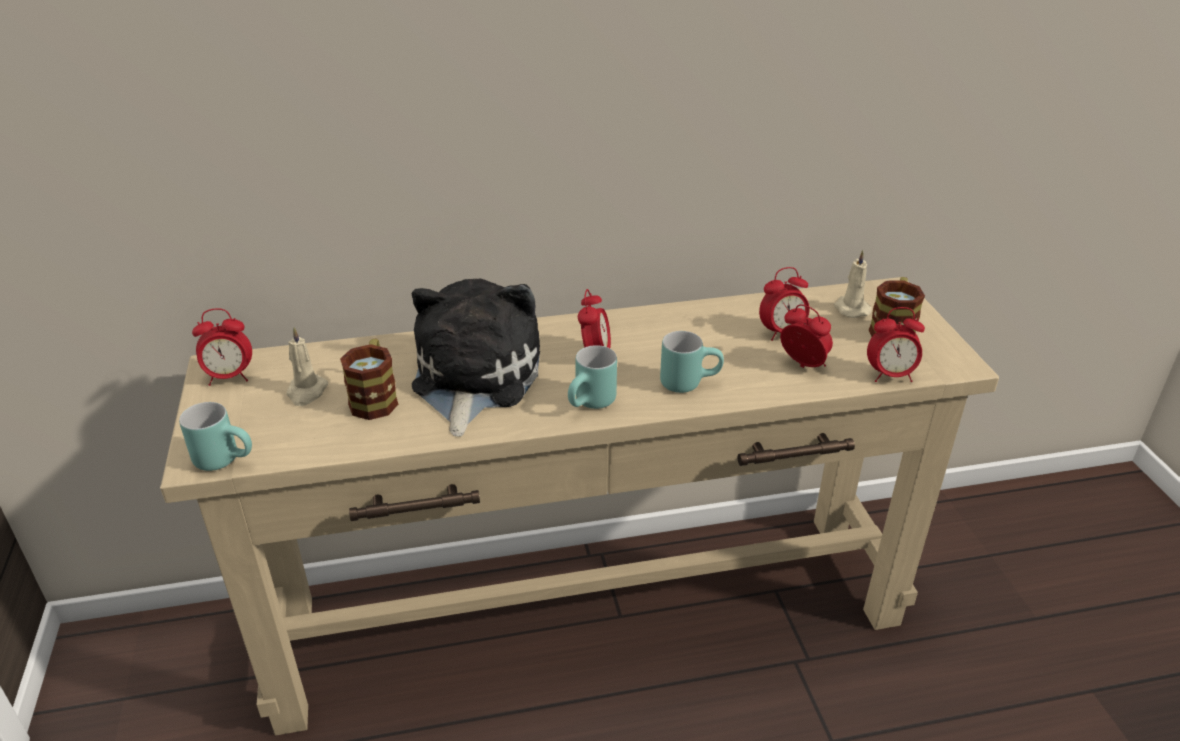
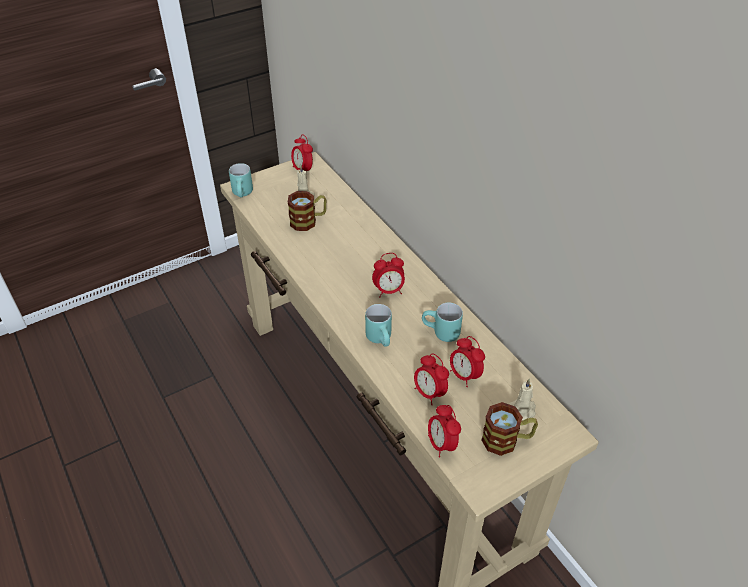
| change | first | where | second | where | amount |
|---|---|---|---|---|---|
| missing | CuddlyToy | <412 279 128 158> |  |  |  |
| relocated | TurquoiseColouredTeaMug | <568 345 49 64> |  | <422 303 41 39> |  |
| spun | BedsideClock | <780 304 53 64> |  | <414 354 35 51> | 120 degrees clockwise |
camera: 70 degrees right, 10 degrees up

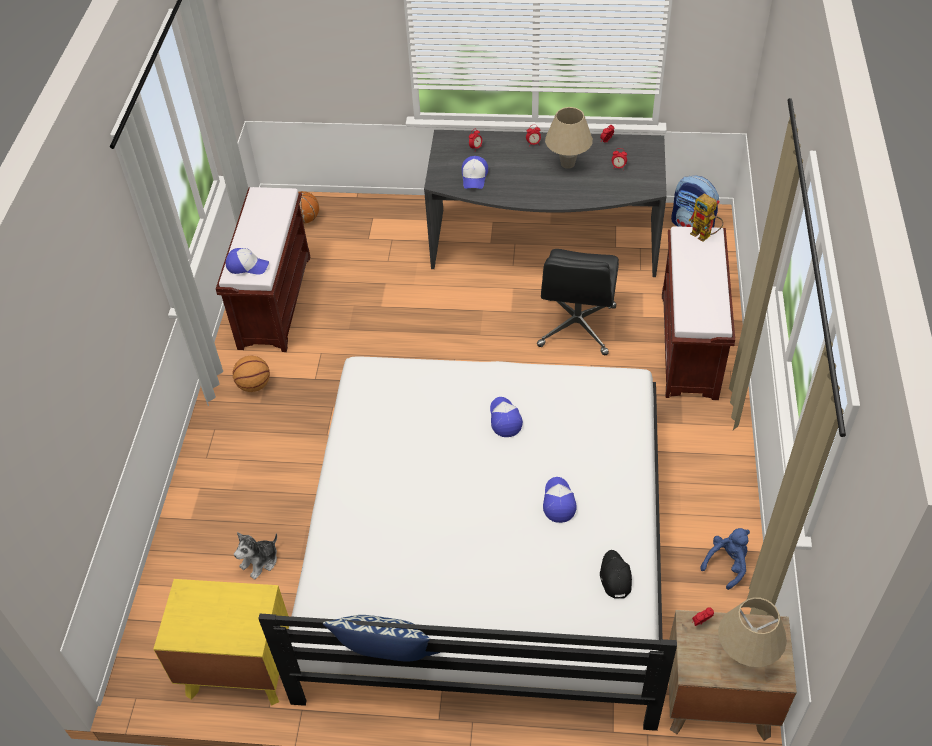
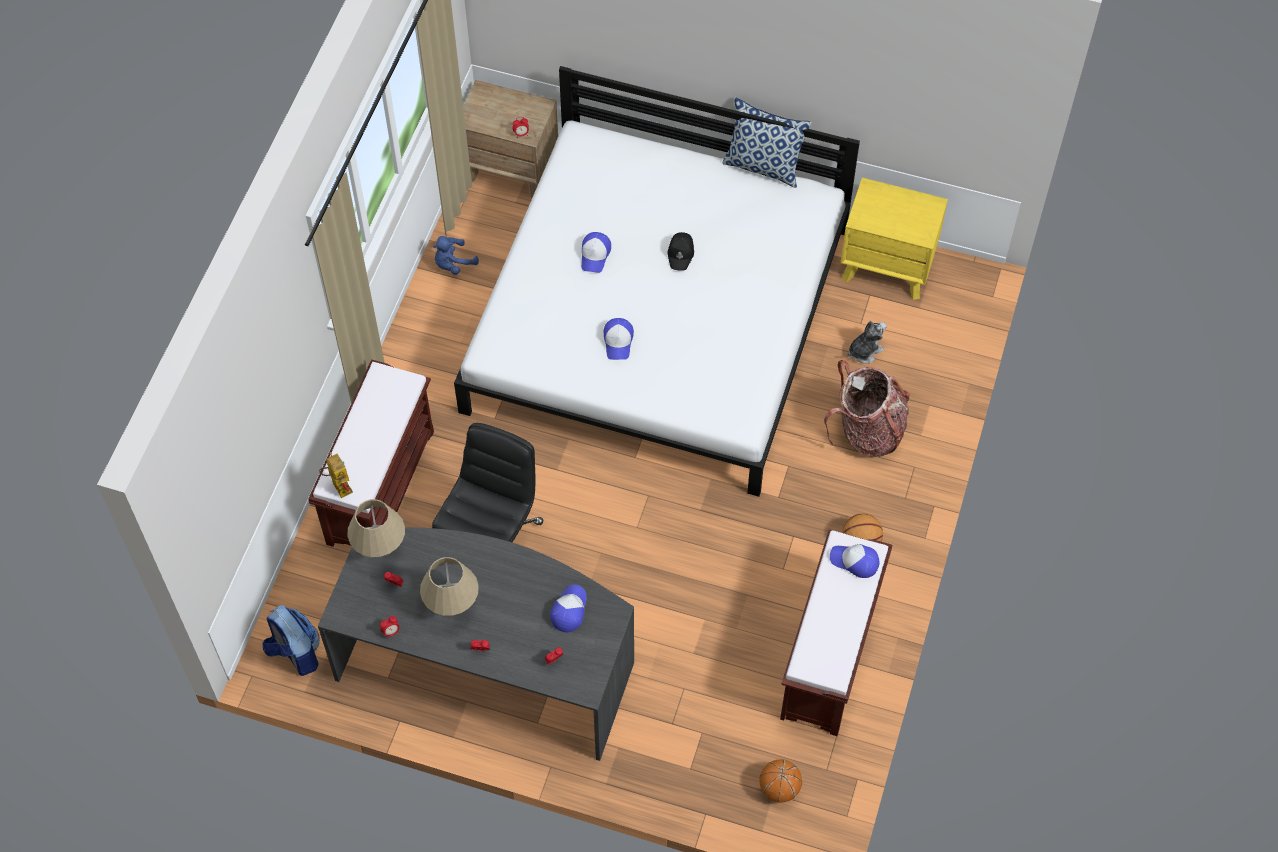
| change | first | where | second | where | amount |
|---|---|---|---|---|---|
| relocated | BlackCap | <600 550 32 49> |  | <667 232 27 39> |  |
| relocated | SandColouredTableLamp | <718 597 69 70> |  | <347 499 58 58> |  |
| appeared |  |  | Rucksack | <824 360 86 97> |  |
camera: 170 degrees left, 10 degrees up

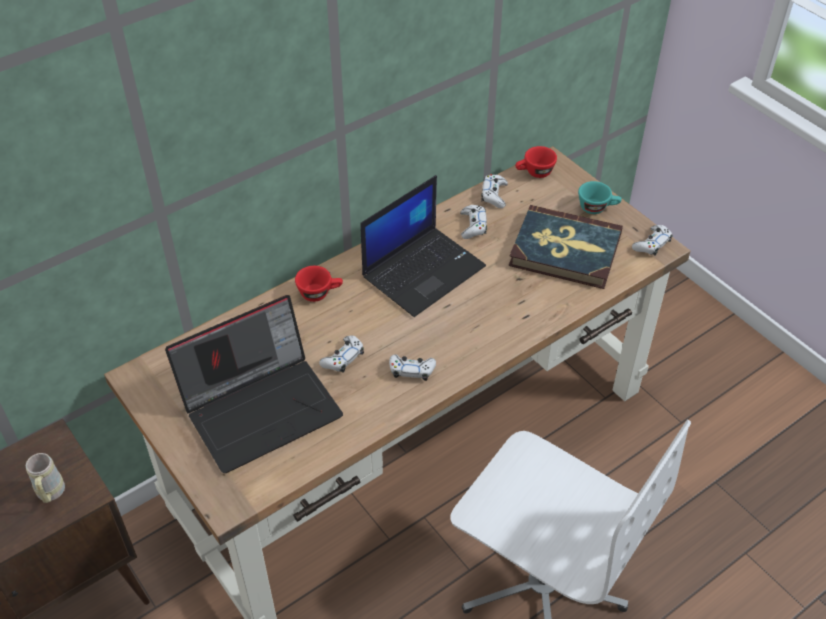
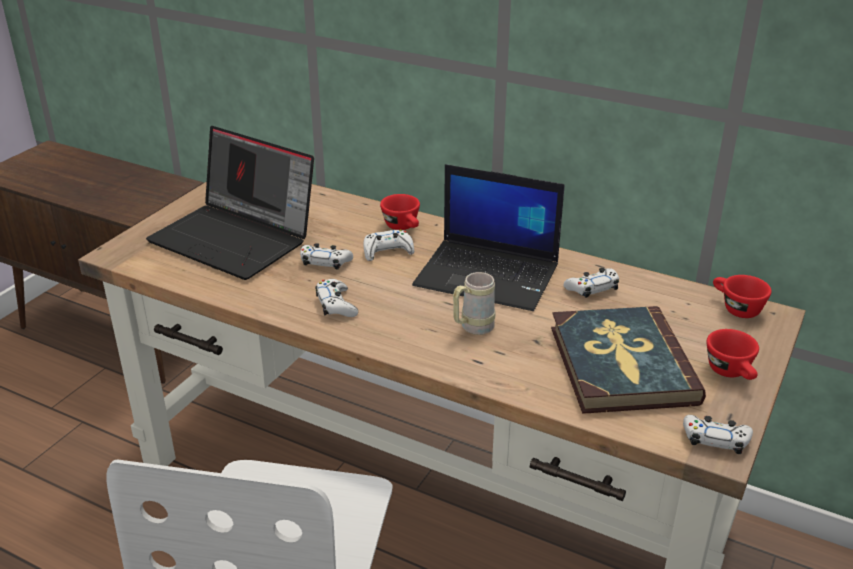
| change | first | where | second | where | amount |
|---|---|---|---|---|---|
| relocated | SandColouredTeaMug | <26 453 39 50> |  | <453 272 42 63> |  |
| relocated | WhitishJoypad | <481 174 27 34> |  | <363 229 51 32> |  |
| colour | TurquoiseColouredCup | <578 181 44 33> | ReddishCup | <707 329 52 51> |  |
camera: 65 degrees right, 15 degrees down

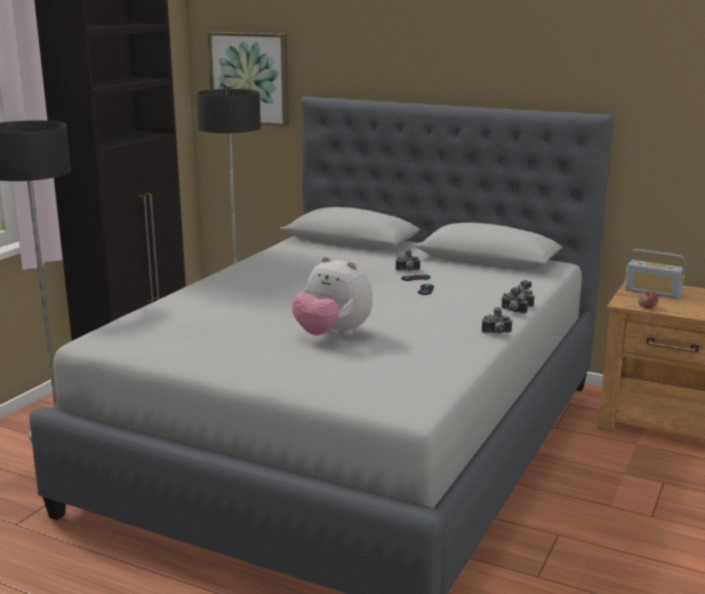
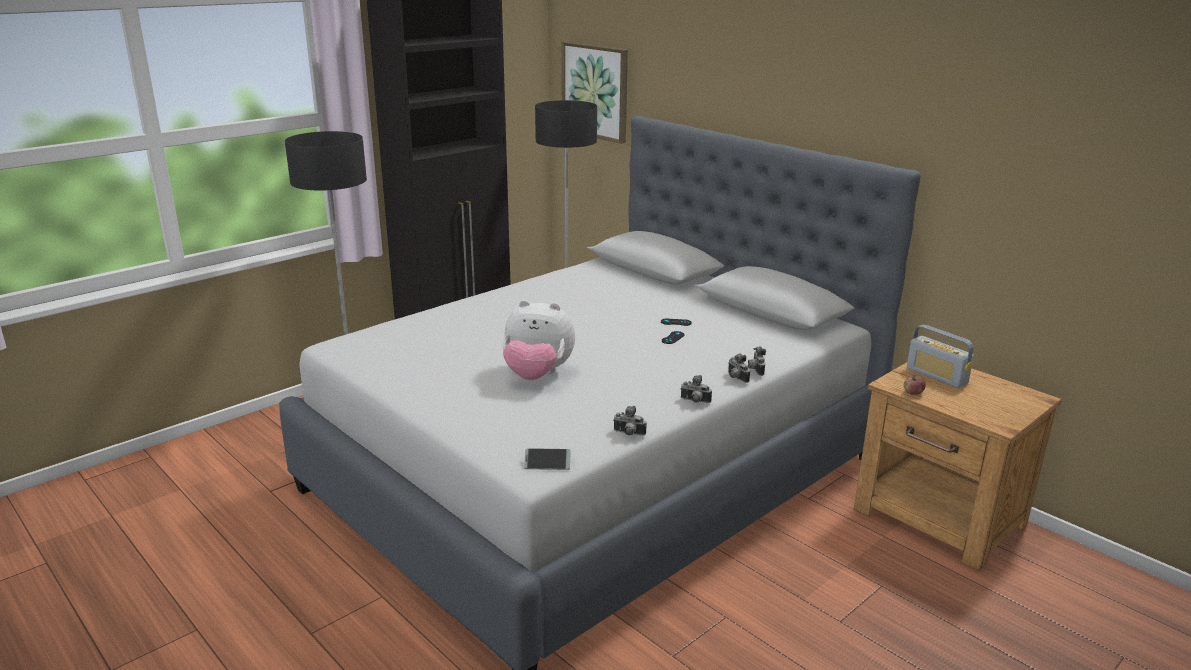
| change | first | where | second | where | amount |
|---|---|---|---|---|---|
| spun | CuddlyToy | <292 256 81 80> |  | <502 300 73 80> | 45 degrees counterclockwise |
| relocated | StillCamera | <396 249 25 22> |  | <614 406 33 30> |  |
| appeared |  |  | Telephone | <524 448 47 22> |  |
camera: 20 degrees right, 5 degrees up

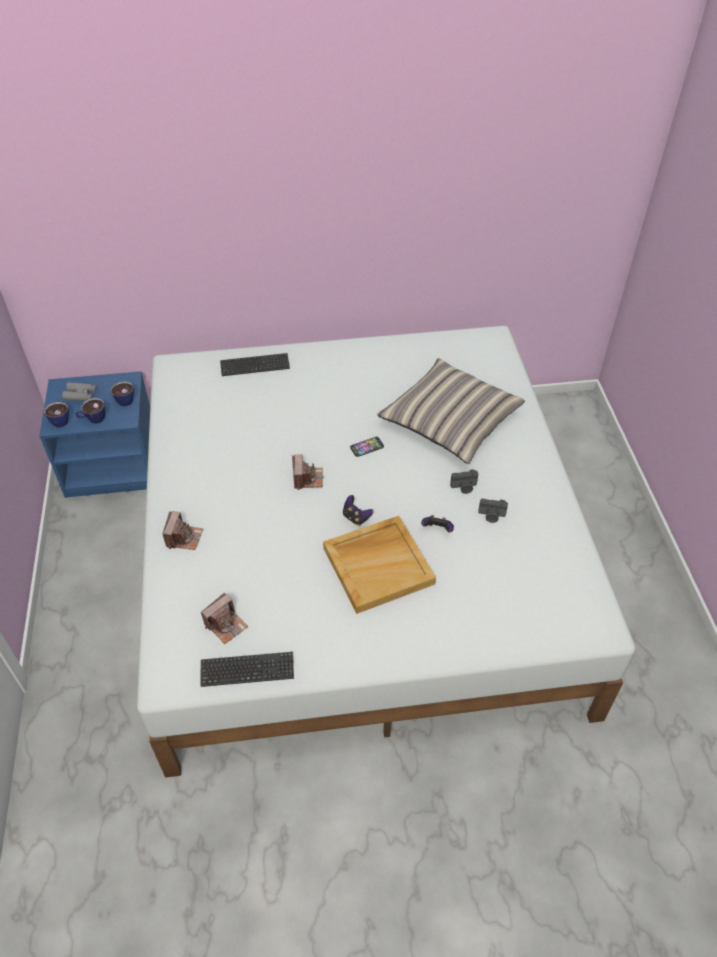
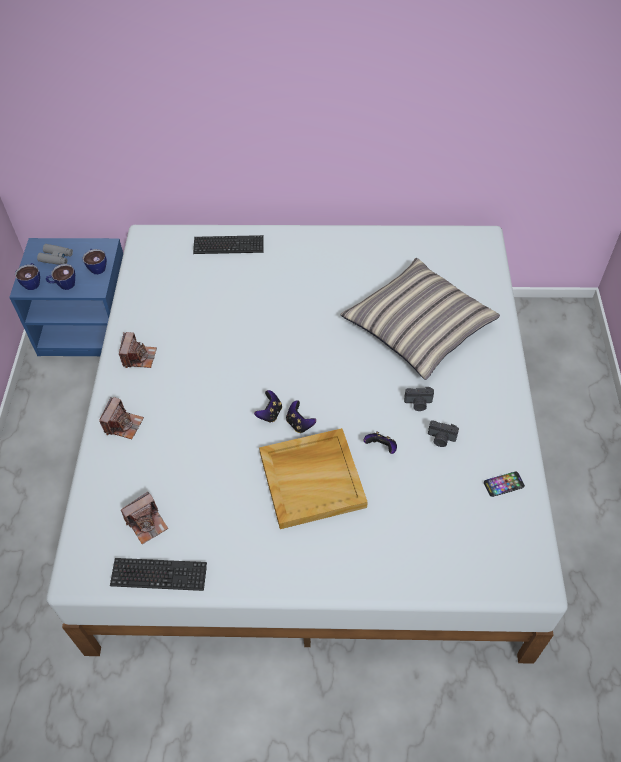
| change | first | where | second | where | amount |
|---|---|---|---|---|---|
| relocated | StillCamera | <292 454 31 36> |  | <119 332 38 36> |  |
| relocated | Telephone | <350 437 34 20> |  | <484 471 41 26> |  |
| appeared |  |  | Joypad | <254 390 28 33> |  |
camera: 10 degrees right, 5 degrees up

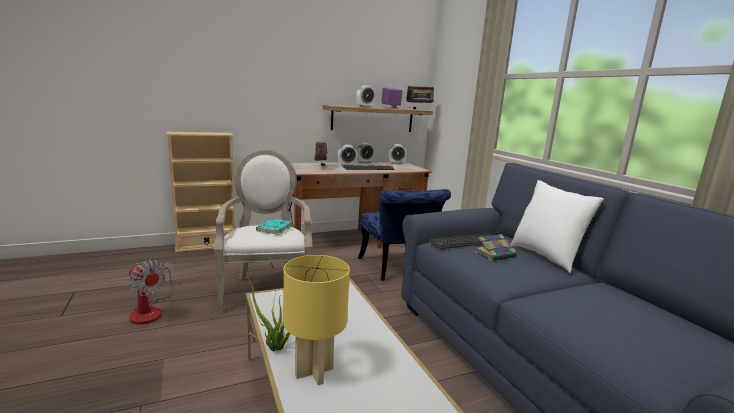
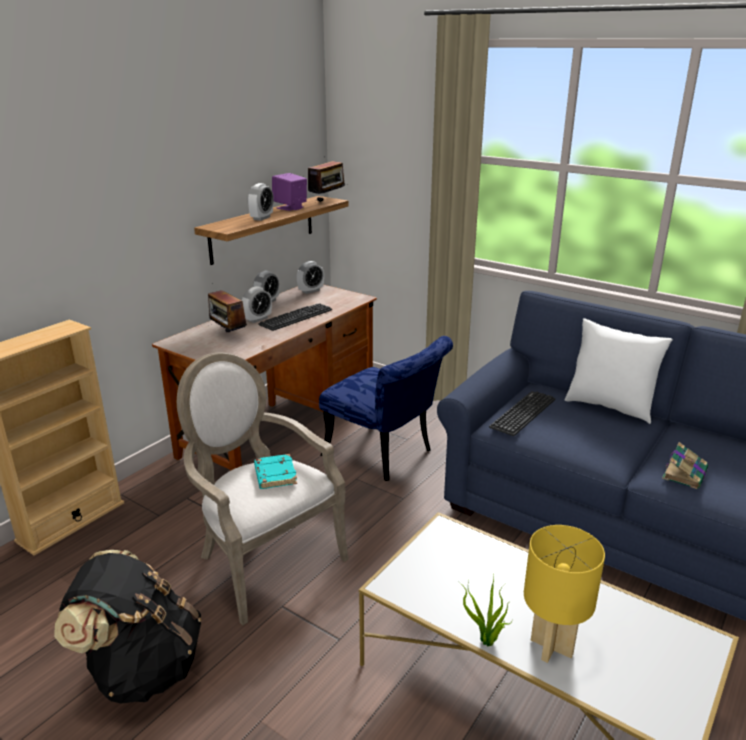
| change | first | where | second | where | amount |
|---|---|---|---|---|---|
| exchanged | CoolingFan | <129 260 45 64> | BlackRucksack | <54 550 148 154> |  |
| relocated | Volume | <475 234 42 27> |  | <662 442 46 47> |  |
camera: 30 degrees left, 10 degrees up

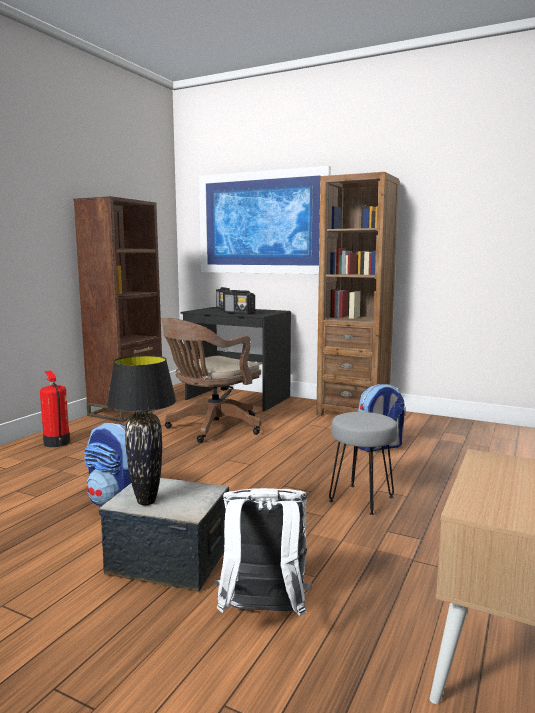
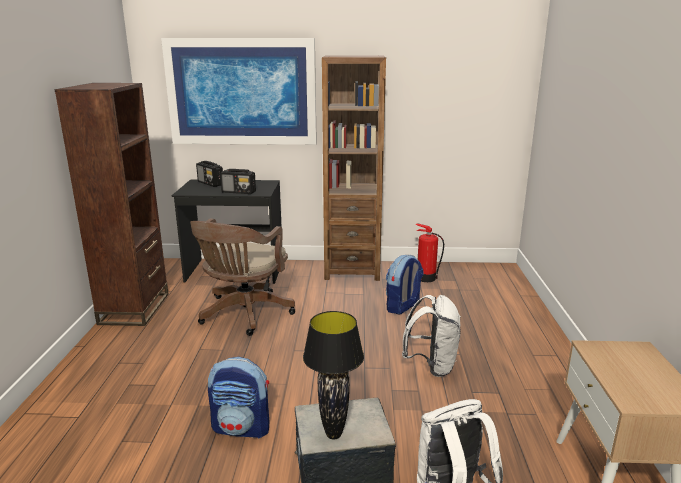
| change | first | where | second | where | amount |
|---|---|---|---|---|---|
| relocated | Extinguisher | <40 371 30 76> |  | <415 223 29 59> |  |
| exchanged | GreySittingStool | <329 412 69 103> | WhitishRucksack | <402 295 59 82> |  |
camera: 25 degrees left, 10 degrees up

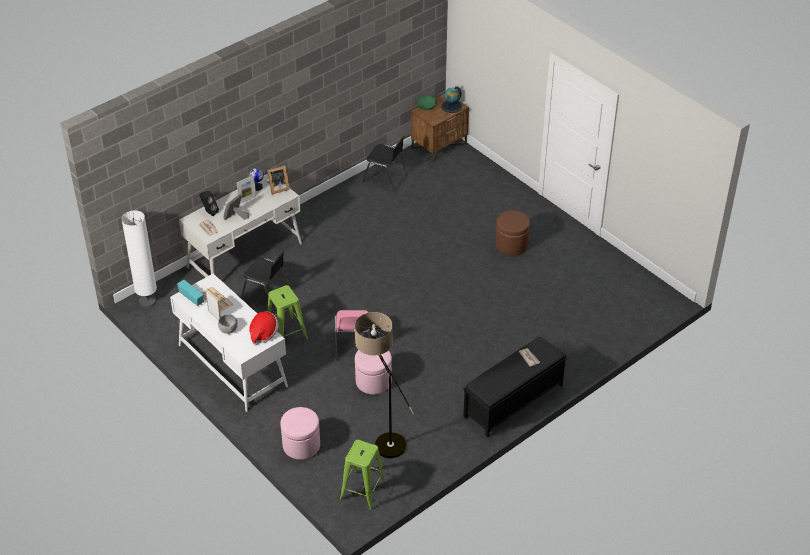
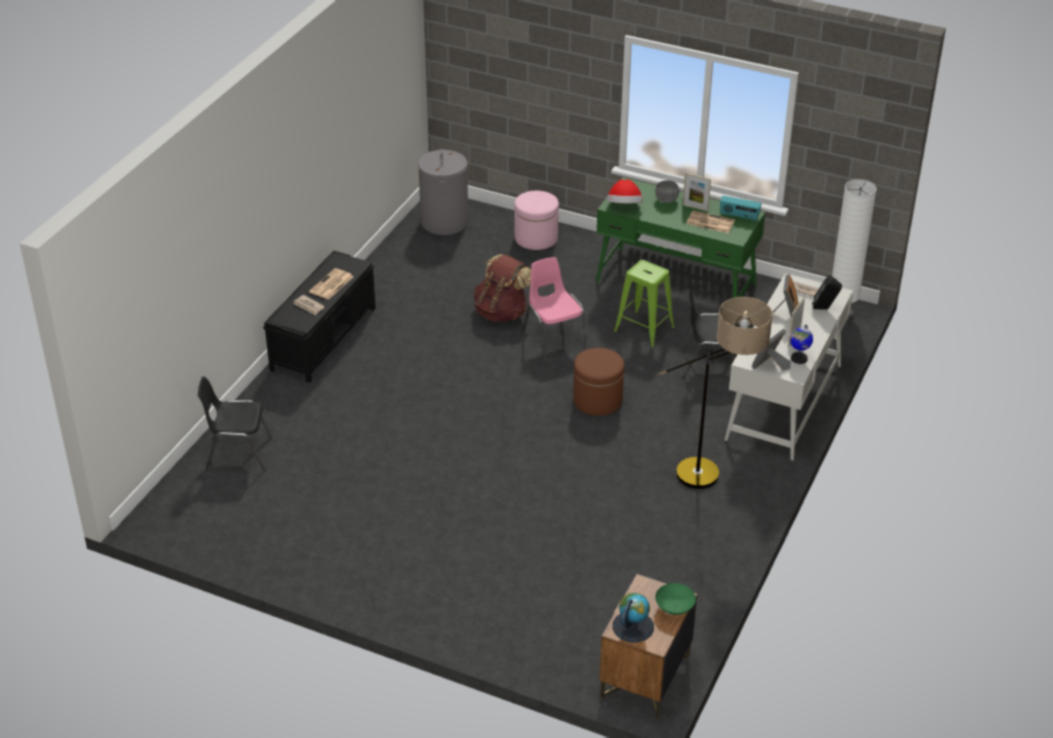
| change | first | where | second | where | amount |
|---|---|---|---|---|---|
| colour | WhitishDesk | <170 274 118 138> | GreenDesk | <596 177 170 121> |  |
| exchanged | GreenSittingStool | <340 440 46 70> | GreyHamper | <418 149 50 86> |  |
| relocated | StandardLamp | <355 312 59 146> |  | <658 297 115 192> |  |
| exchanged | PinkColouredFootrest | <355 350 37 44> | BrownRucksack | <474 254 57 68> |  |
| relocated | BlackPlainChair | <362 136 46 56> |  | <198 376 75 96> |  |
| relocated | BrownFootrest | <495 210 35 46> |  | <573 348 51 68> |  |
| appeared |  |  | DailyPaper | <309 268 44 32> |  |
camera: 155 degrees right, 5 degrees down

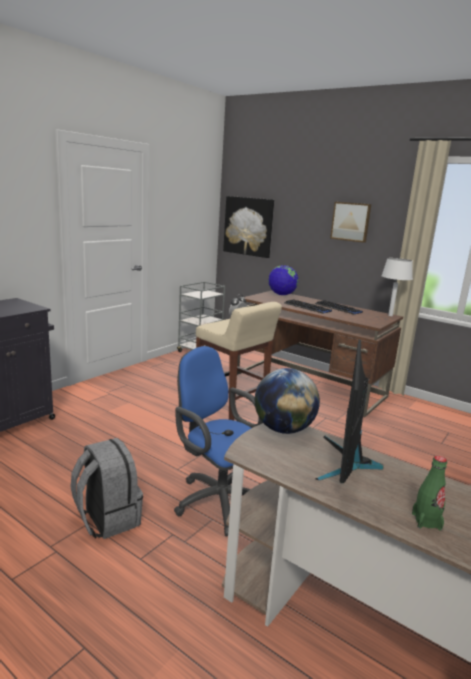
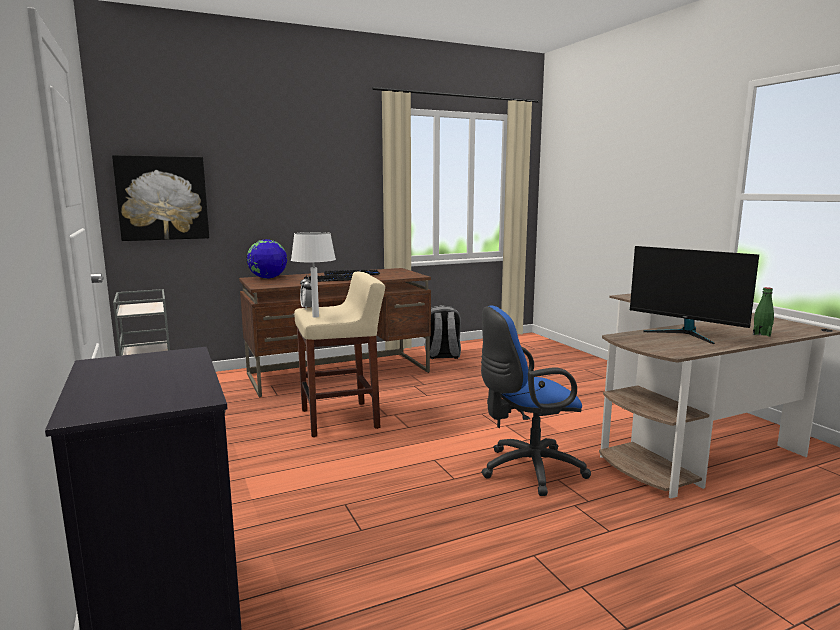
| change | first | where | second | where | amount |
|---|---|---|---|---|---|
| relocated | GreyRucksack | <70 438 73 101> |  | <425 305 36 54> |  |
| missing | WorldGlobe | <255 368 65 66> |  |  |  |
| missing | Picture | <330 202 41 41> |  |  |  |
| relocated | WhitishTableLamp | <381 258 32 58> |  | <291 232 45 85> |  |
camera: 60 degrees left, 5 degrees down

